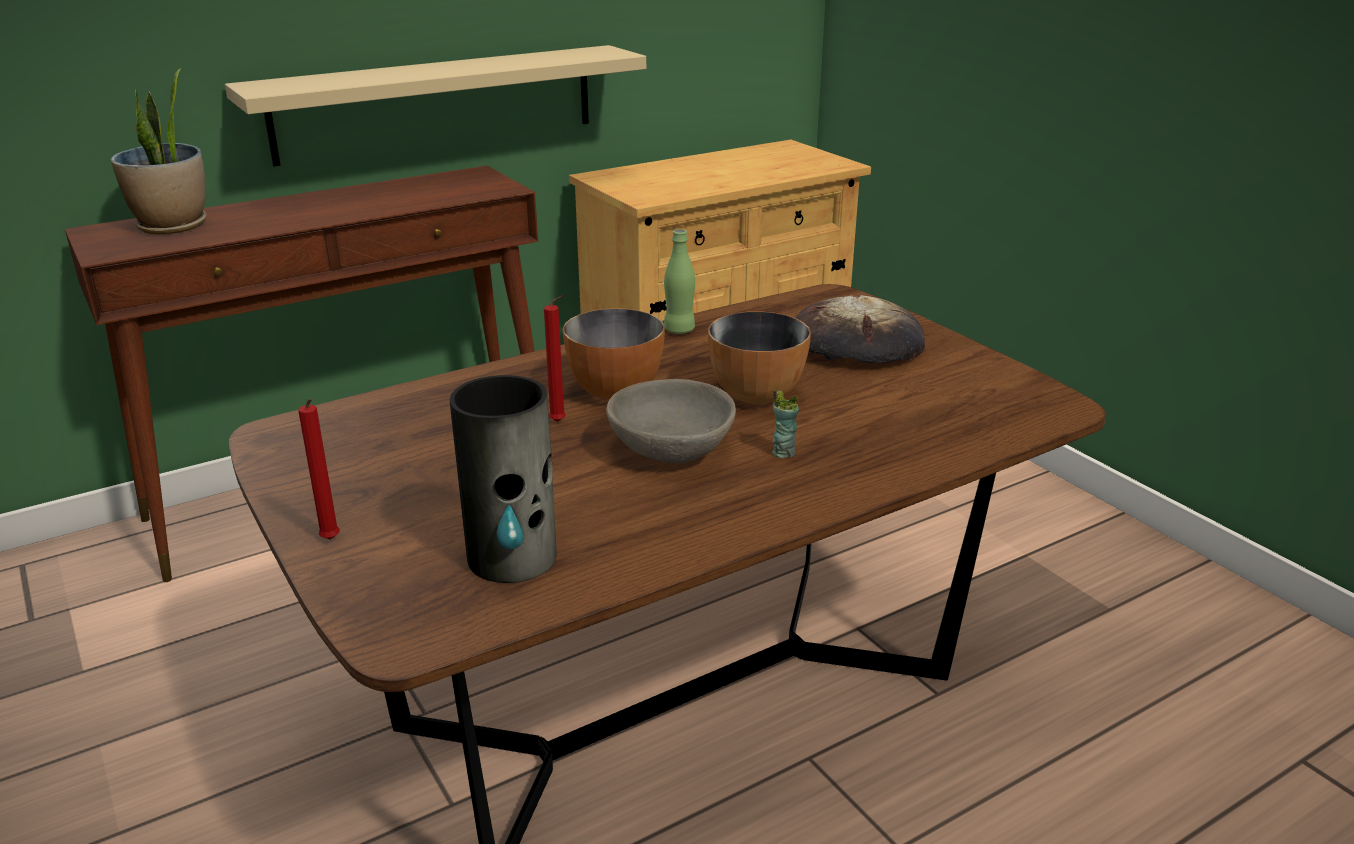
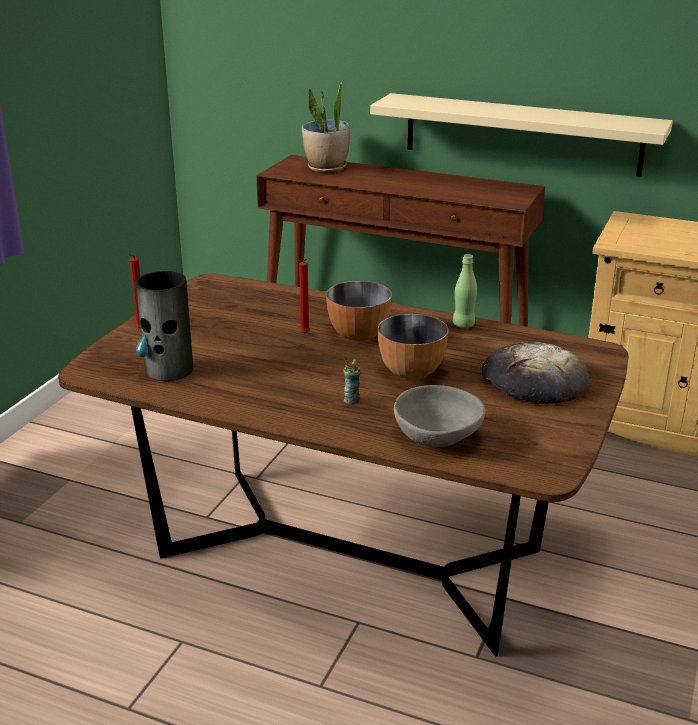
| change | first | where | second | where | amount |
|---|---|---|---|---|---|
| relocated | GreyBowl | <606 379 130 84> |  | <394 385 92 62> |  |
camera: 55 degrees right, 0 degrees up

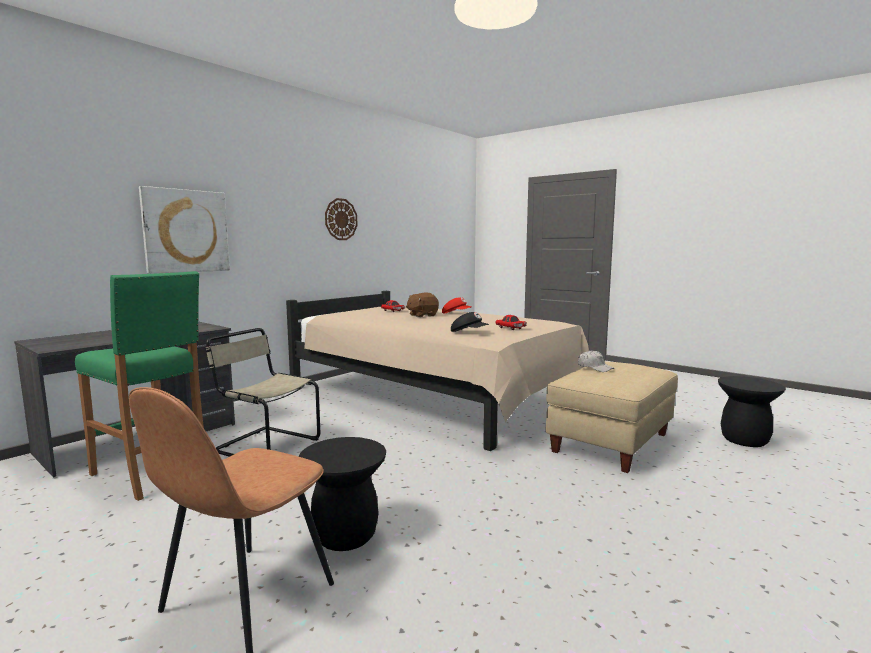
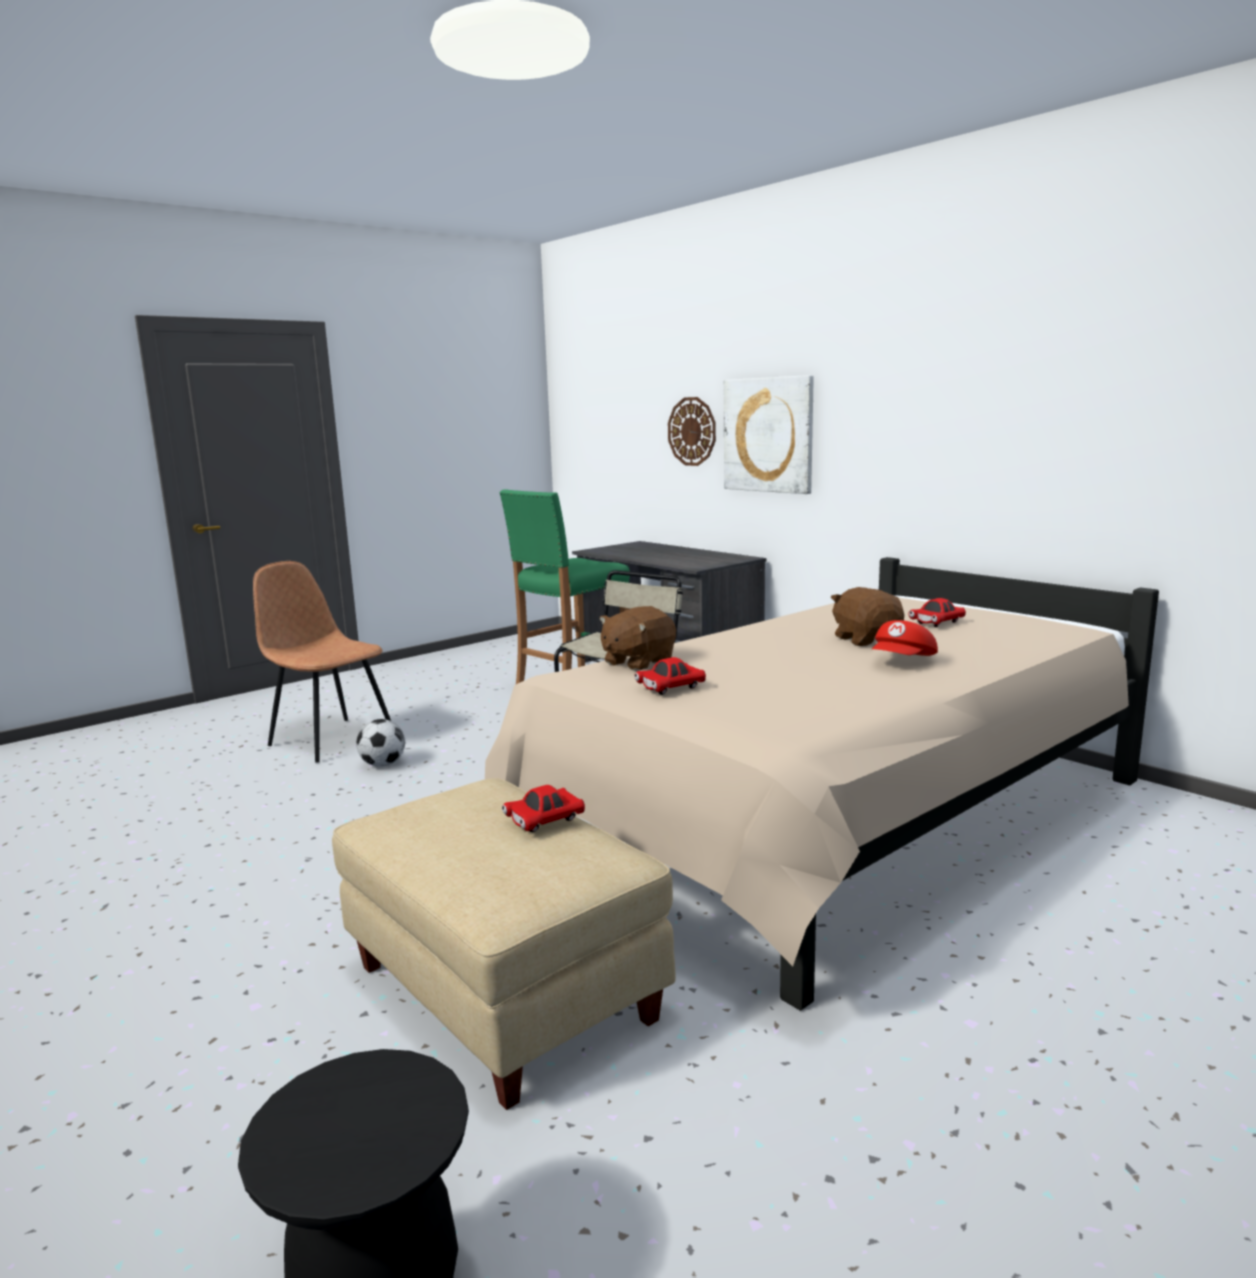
| change | first | where | second | where | amount |
|---|---|---|---|---|---|
| exchanged | BlackSittingStool | <298 437 88 114> | BallForFootball | <356 719 49 48> |  |
| relocated | HangingClock | <325 198 33 42> |  | <668 397 48 69> |  |
| exchanged | BlackCap | <451 312 38 20> | BrownCuddlyToy | <599 606 77 65> |  |
| exchanged | WhitishCap | <578 350 36 22> | ReddishModelCar | <502 785 83 47> |  |
camera: 100 degrees right, 5 degrees up

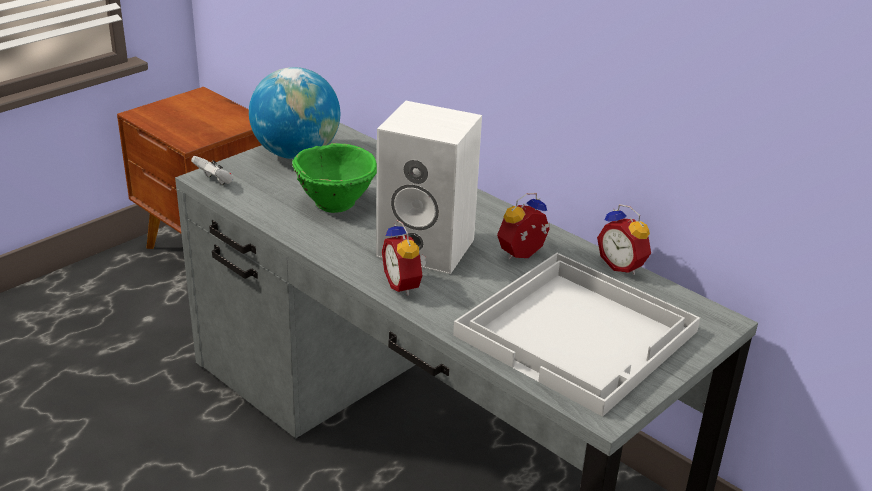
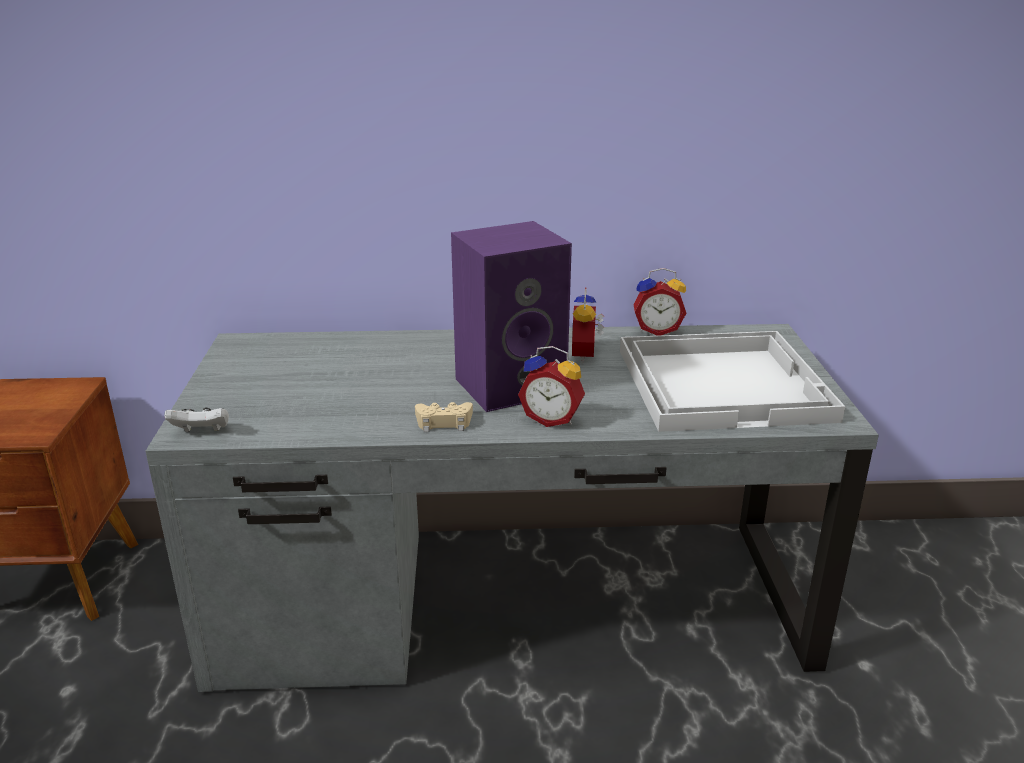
| change | first | where | second | where | amount |
|---|---|---|---|---|---|
| missing | WorldGlobe | <249 67 91 92> |  |  |  |
| missing | GreenBowl | <292 143 85 70> |  |  |  |
| colour | WhitishLoudspeaker | <376 101 106 173> | PurplishLoudspeaker | <451 221 121 191> |  |
| appeared |  |  | SandColouredJoypad | <415 402 58 30> |  |
camera: 45 degrees left, 5 degrees down

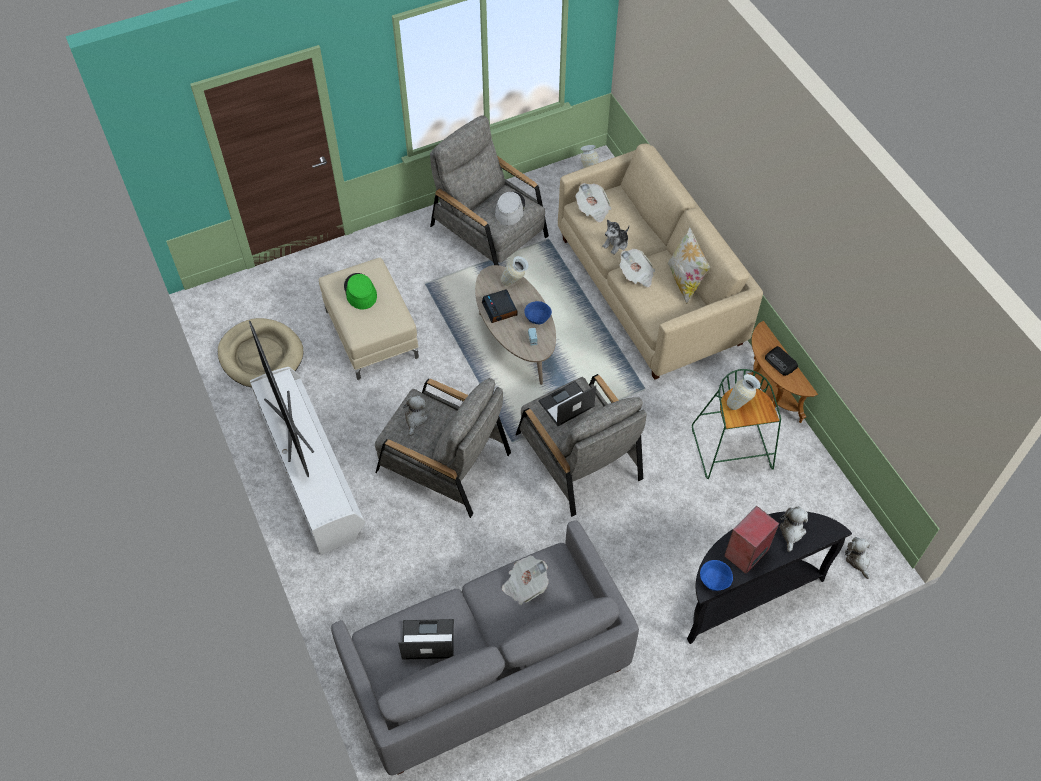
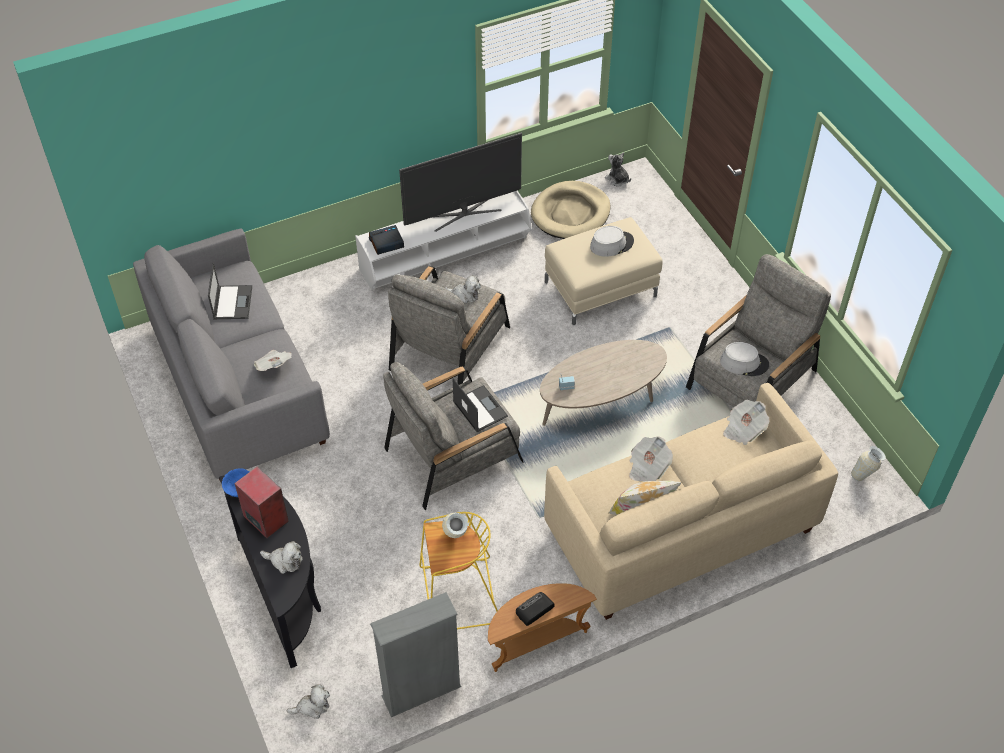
| change | first | where | second | where | amount |
|---|---|---|---|---|---|
| colour | GreenHat | <344 273 33 37> | GreyHat | <590 226 44 31> |  |
| relocated | BedsideClock | <482 289 35 34> |  | <369 225 35 30> |  |
| missing | Vase | <501 256 28 30> |  |  |  |
| missing | BluishBowl | <524 301 28 23> |  |  |  |
| relocated | CuddlyToy | <602 220 27 35> |  | <605 152 26 34> |  |
| colour | GreenSittingStool | <692 369 89 110> | YellowSittingStool | <419 512 79 117> |  |
| appeared |  |  | GreyBookshelf | <370 592 91 125> |  |
camera: 90 degrees right, 5 degrees down

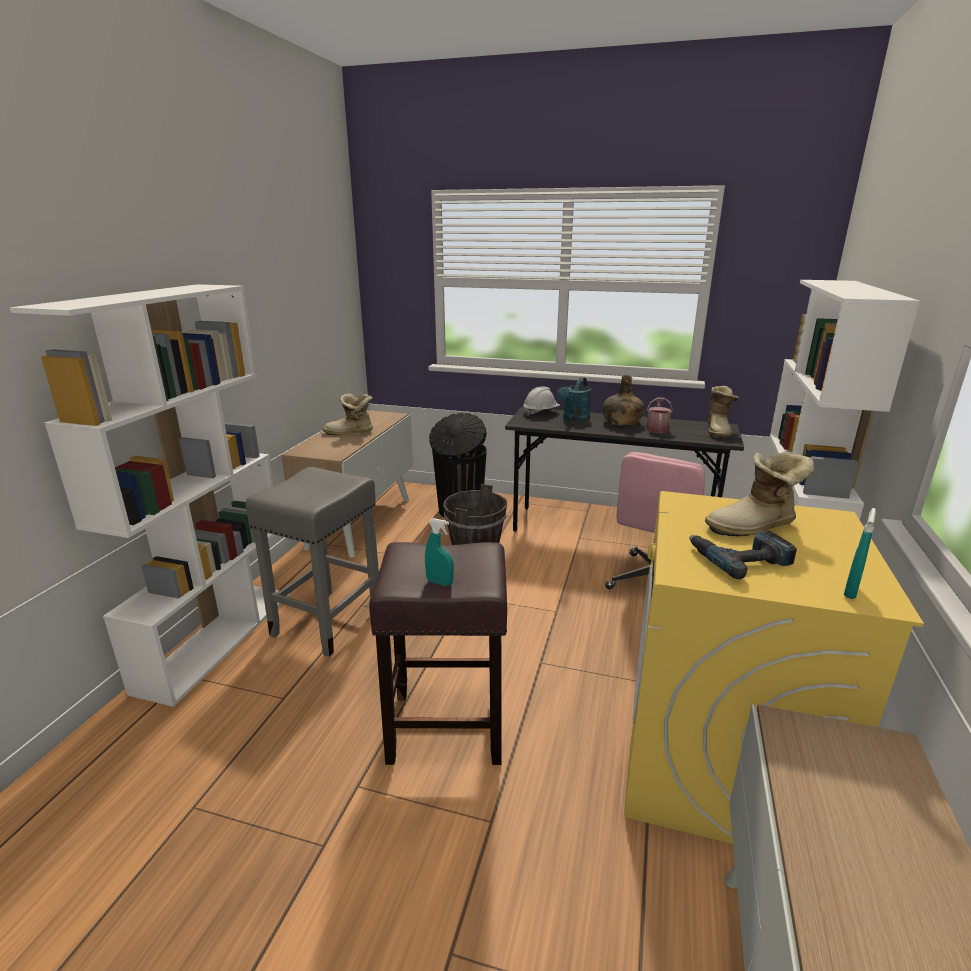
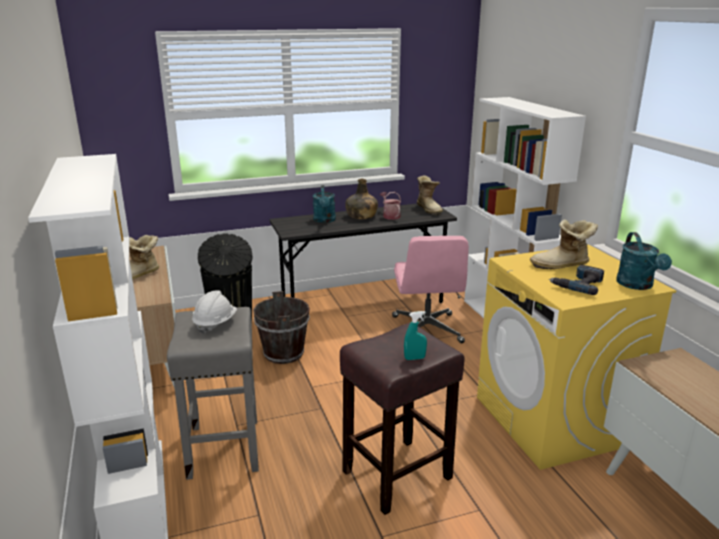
| change | first | where | second | where | amount |
|---|---|---|---|---|---|
| relocated | WhitishHardHat | <523 387 37 29> |  | <192 290 45 44> |  |
| spun | HighTopBoot | <705 451 109 85> |  | <530 220 68 49> | 45 degrees clockwise |
| exchanged | TurquoiseColouredHandSprayer | <844 508 32 91> | TurquoiseColouredWateringCan | <616 232 56 58> |  |
camera: 35 degrees left, 0 degrees up

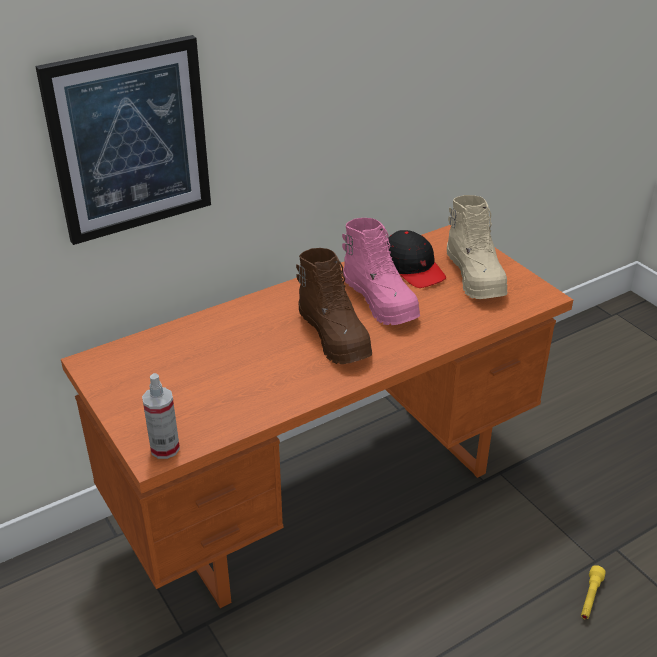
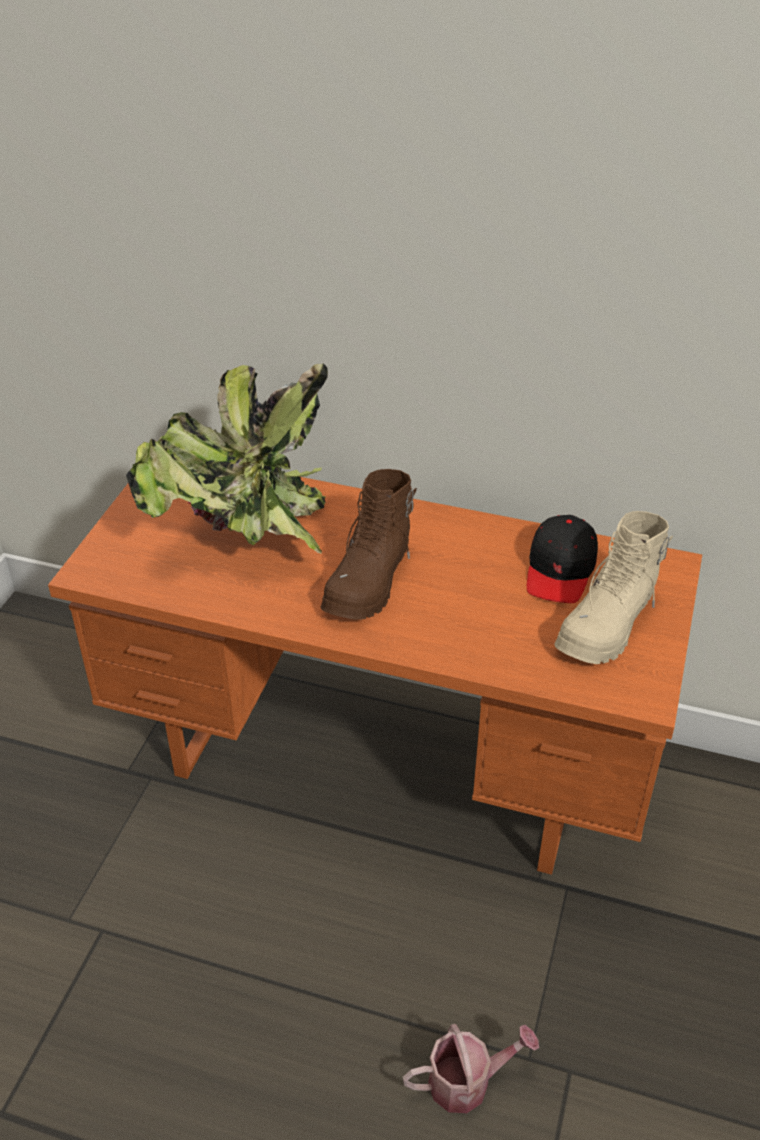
| change | first | where | second | where | amount |
|---|---|---|---|---|---|
| missing | Picture | <35 35 176 210> |  |  |  |
| missing | HandSprayer | <142 373 38 86> |  |  |  |
| missing | PinkColouredHighTopBoot | <342 218 78 107> |  |  |  |
| exchanged | YellowTorch | <581 565 25 55> | WateringCan | <403 1024 136 89> |  |
| appeared |  |  | Houseplant | <126 363 202 191> |  |
camera: 50 degrees right, 5 degrees up

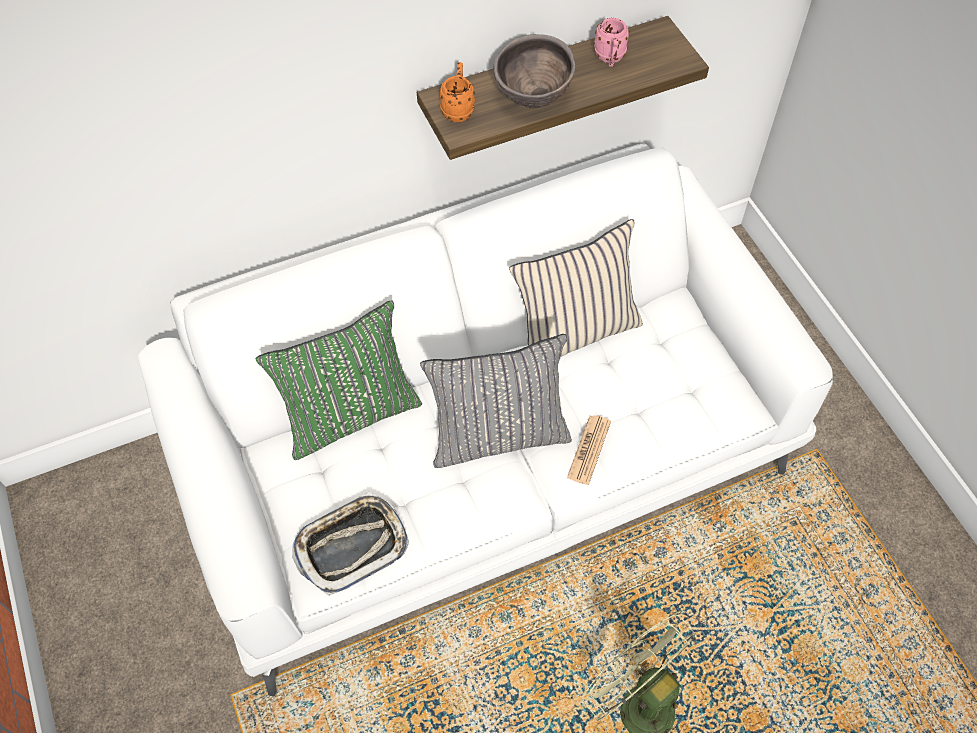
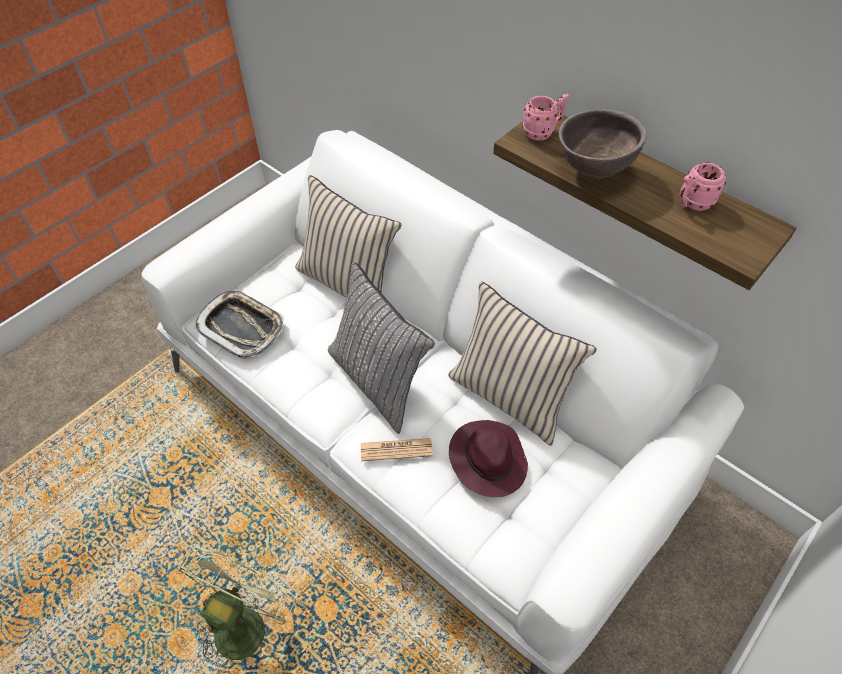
| change | first | where | second | where | amount |
|---|---|---|---|---|---|
| colour | GreenCushion | <256 300 166 160> | SandColouredCushion | <295 175 106 123> |  |
| colour | OrangeTeaMug | <439 62 36 60> | PinkColouredTeaMug | <522 93 47 47> |  |
| appeared |  |  | PurplishHat | <449 420 79 77> |  |
camera: 65 degrees right, 5 degrees down

